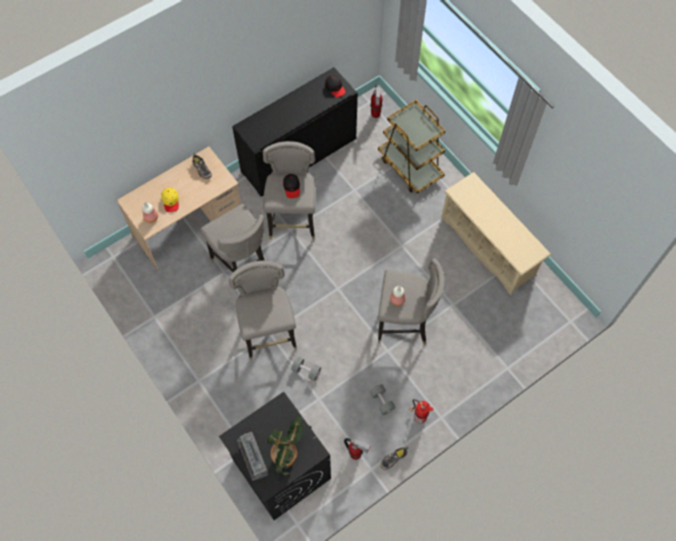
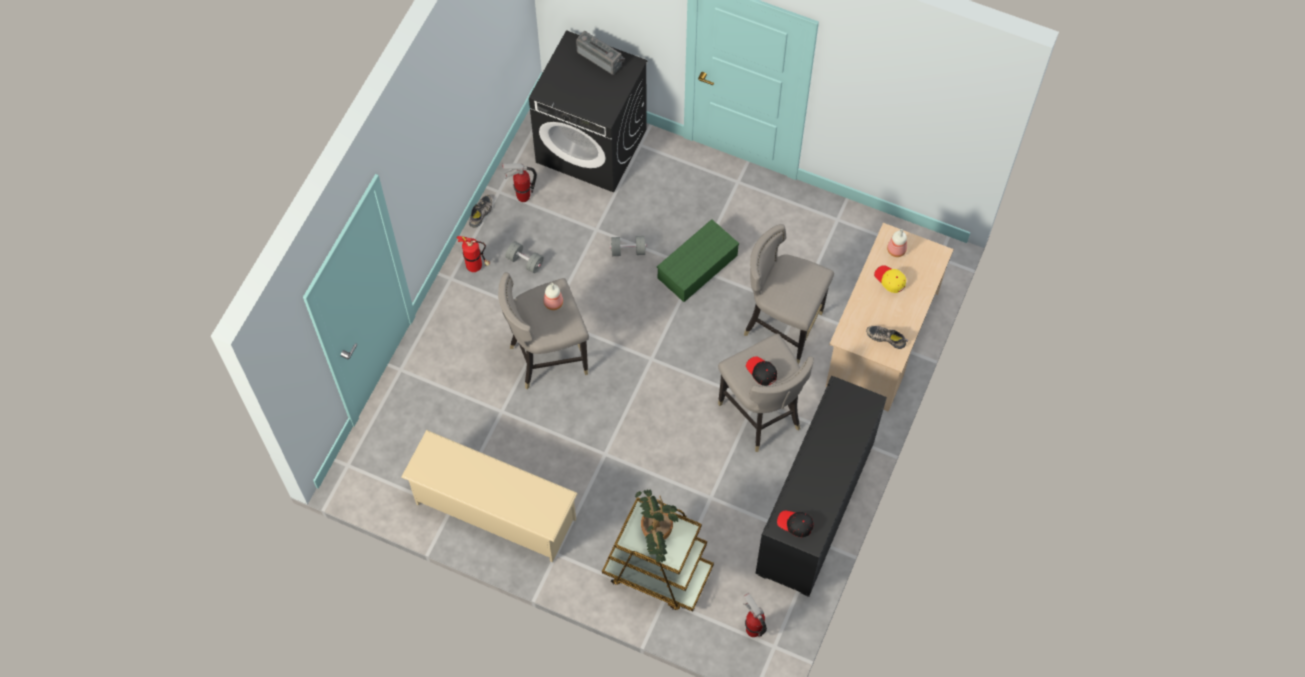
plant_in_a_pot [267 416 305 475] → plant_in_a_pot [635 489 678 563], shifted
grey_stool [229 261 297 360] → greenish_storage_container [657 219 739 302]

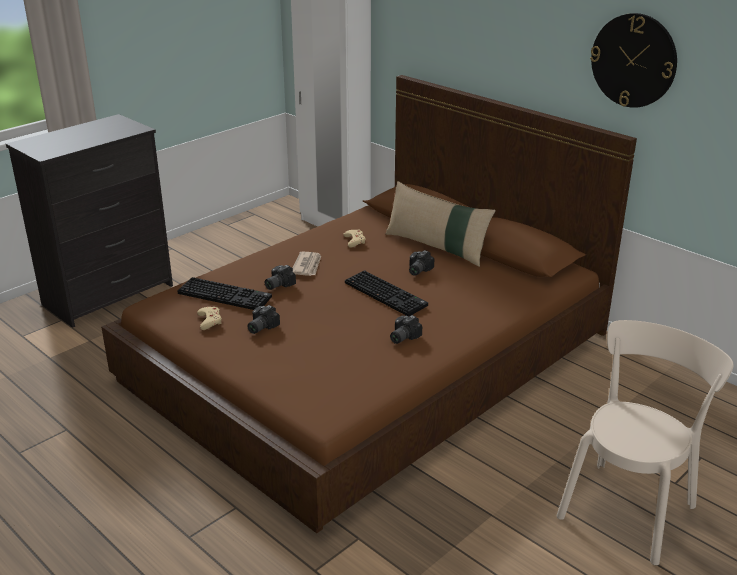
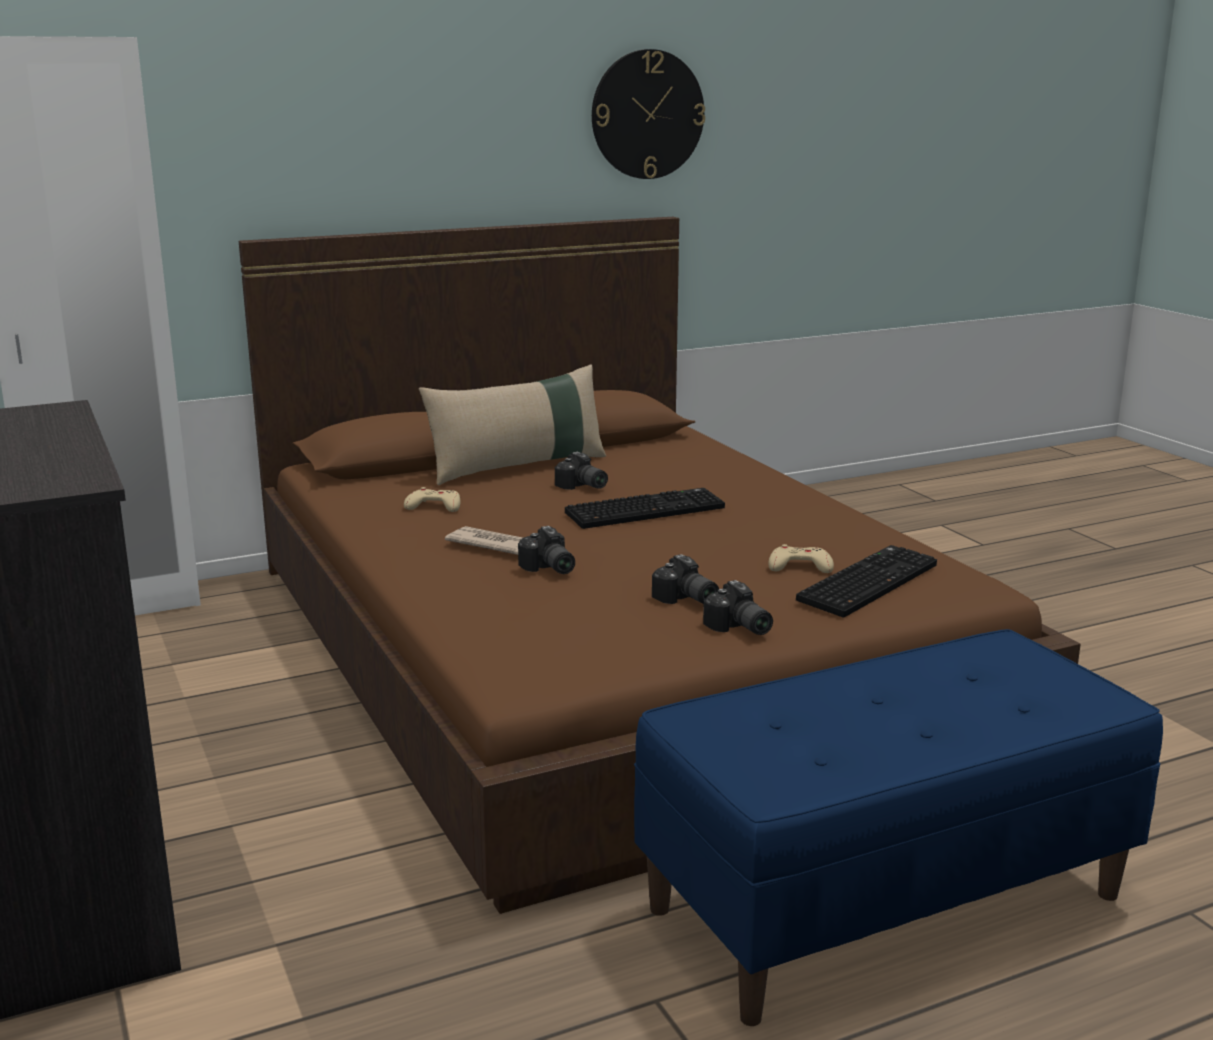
- → blue-coloured_indoor_bench [634 629 1163 1026]
photo_camera [390 315 422 344] → photo_camera [703 580 773 635], shifted
beige-coloured_game_controller [197 307 222 330] → beige-coloured_game_controller [768 544 834 573], shifted
keyboard [177 277 272 310] → keyboard [796 545 937 618], shifted
beige-coloured_upright_chair [557 320 734 565] → -

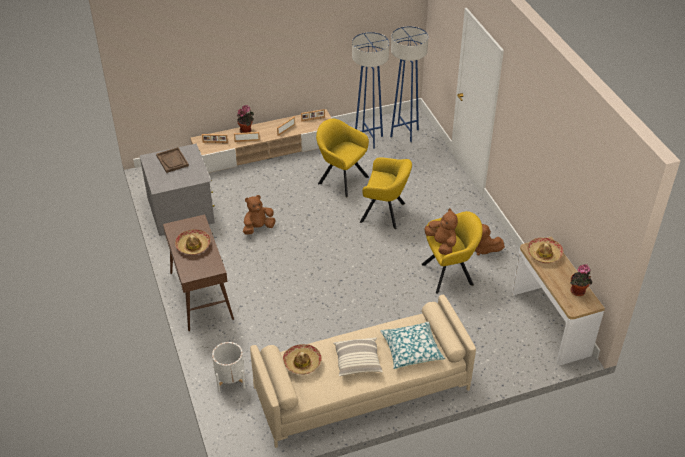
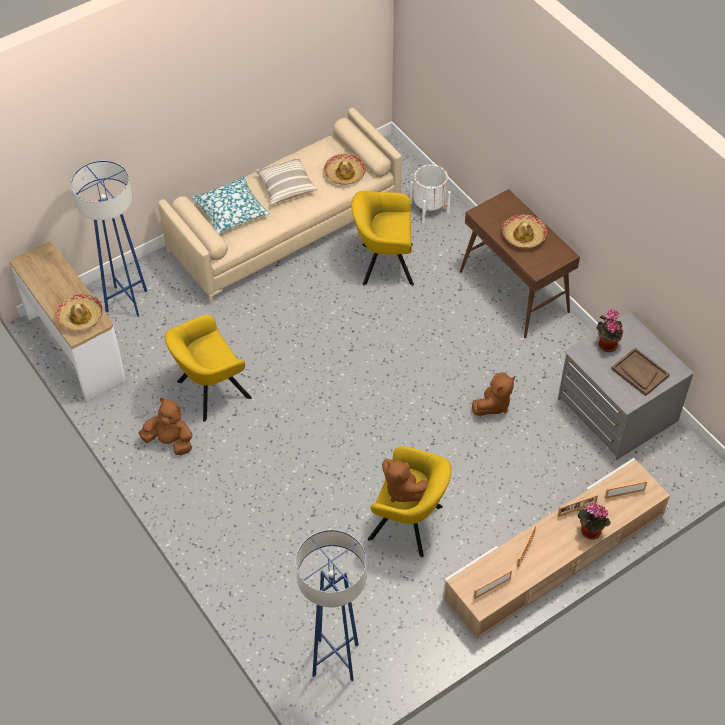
blue-coloured_standing_lamp [352 32 389 149] → blue-coloured_standing_lamp [71 161 147 317], shifted
yellow-coloured_lounge_chair [360 157 412 229] → yellow-coloured_lounge_chair [351 191 414 285], shifted
brown_soft_toy [424 208 458 255] → brown_soft_toy [382 459 428 502], shifted
plant_in_a_pot [570 264 592 296] → plant_in_a_pot [596 309 623 352], shifted

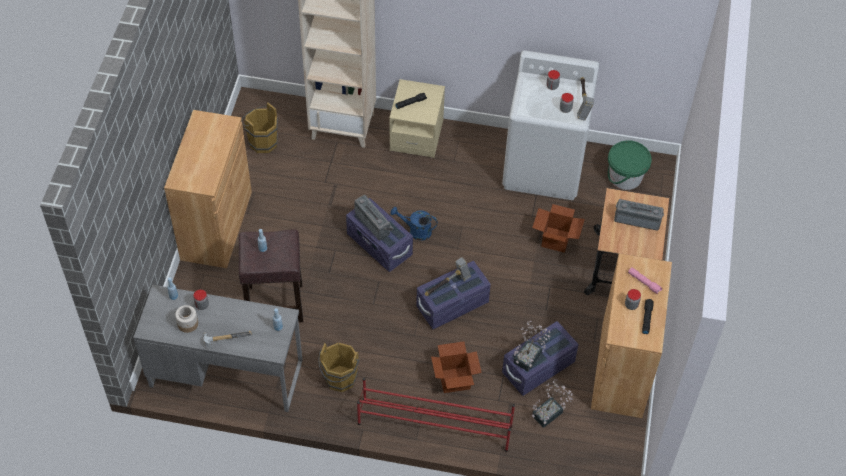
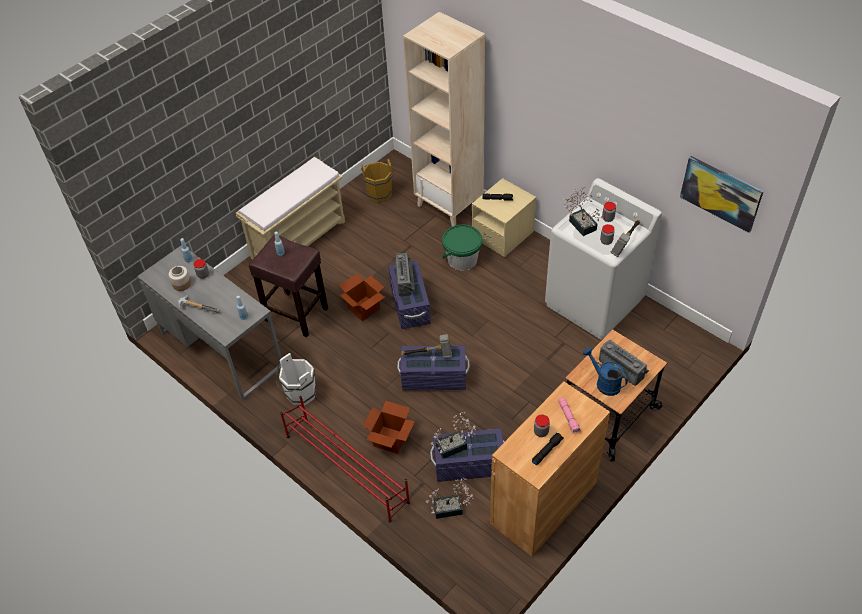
brown_cupboard [164 110 252 268] → beige-coloured_indoor_bench [236 157 345 260]
brown_pail [318 343 359 392] → whitish_pail [276 353 316 405]
carton [532 204 585 253] → carton [339 274 385 321], shifted
greenish_pail [608 140 652 190] → greenish_pail [442 224 482 270], shifted
- → plant_in_a_pot [564 187 603 236]
blue-coloured_sprinkling_can [391 207 438 241] → blue-coloured_sprinkling_can [583 347 628 396], shifted
- → picture [680 156 764 233]

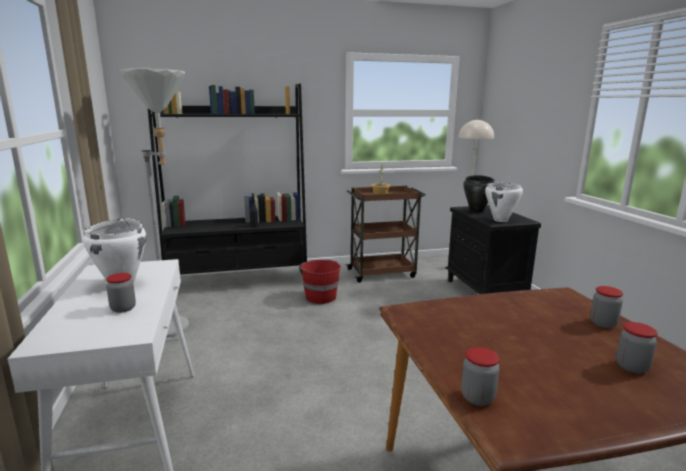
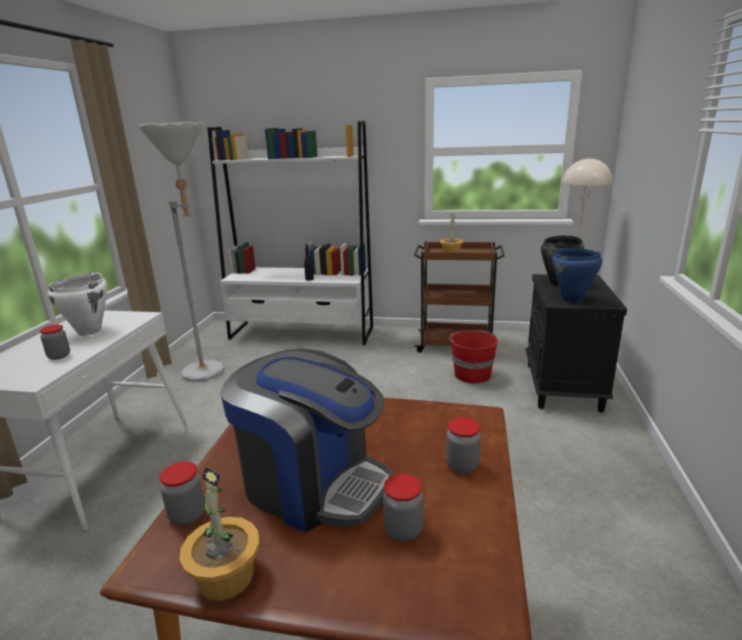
- → plant_in_a_pot [179 467 260 601]
black_bookshelf [148 84 307 276] → whitish_bookshelf [207 121 373 345]
- → coffee_maker [220 349 394 532]
red-coloured_pail [299 259 341 304] → red-coloured_pail [449 330 498 384], shifted
whitish_stockpot [485 183 523 222] → blue-coloured_stockpot [552 248 603 302]

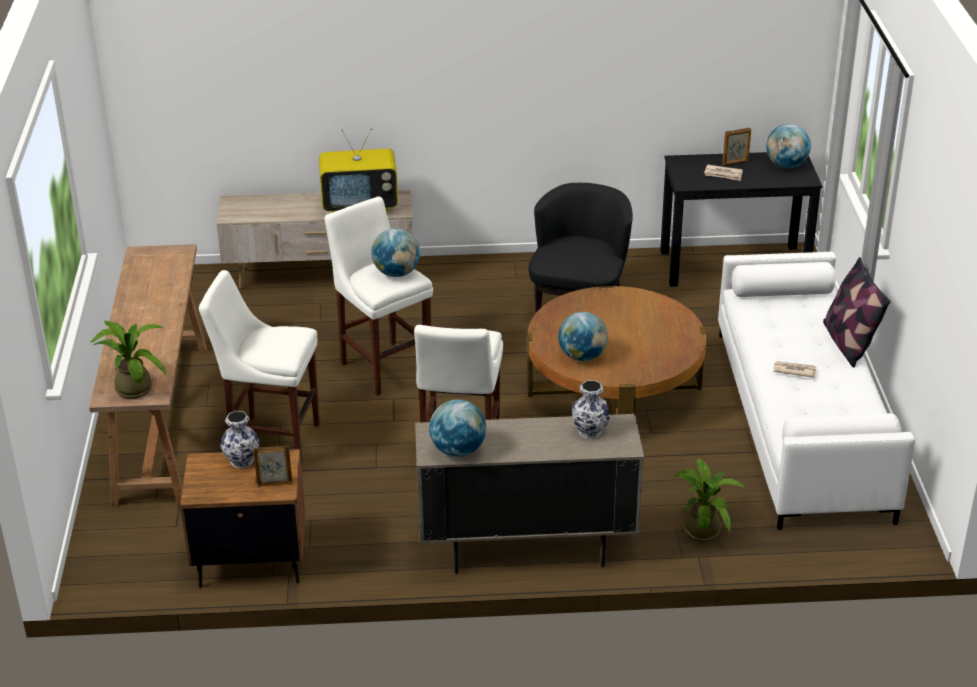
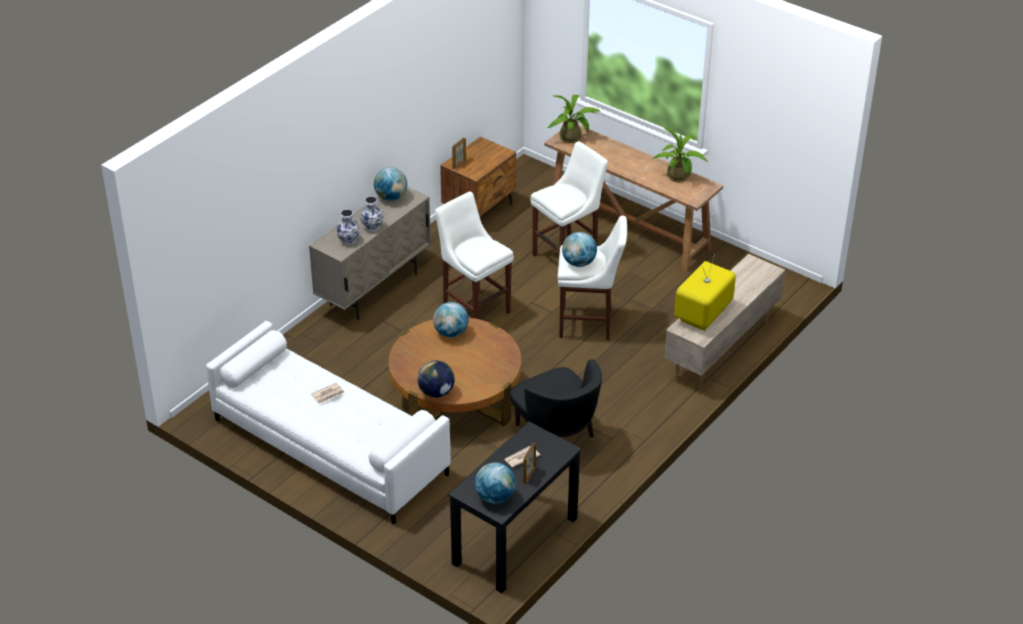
vase [220 411 260 468] → vase [360 196 384 232], shifted
- → world_globe [417 361 455 398]
plant_in_a_pot [673 458 745 542] → plant_in_a_pot [653 128 708 182], shifted
cushion [823 257 891 368] → -

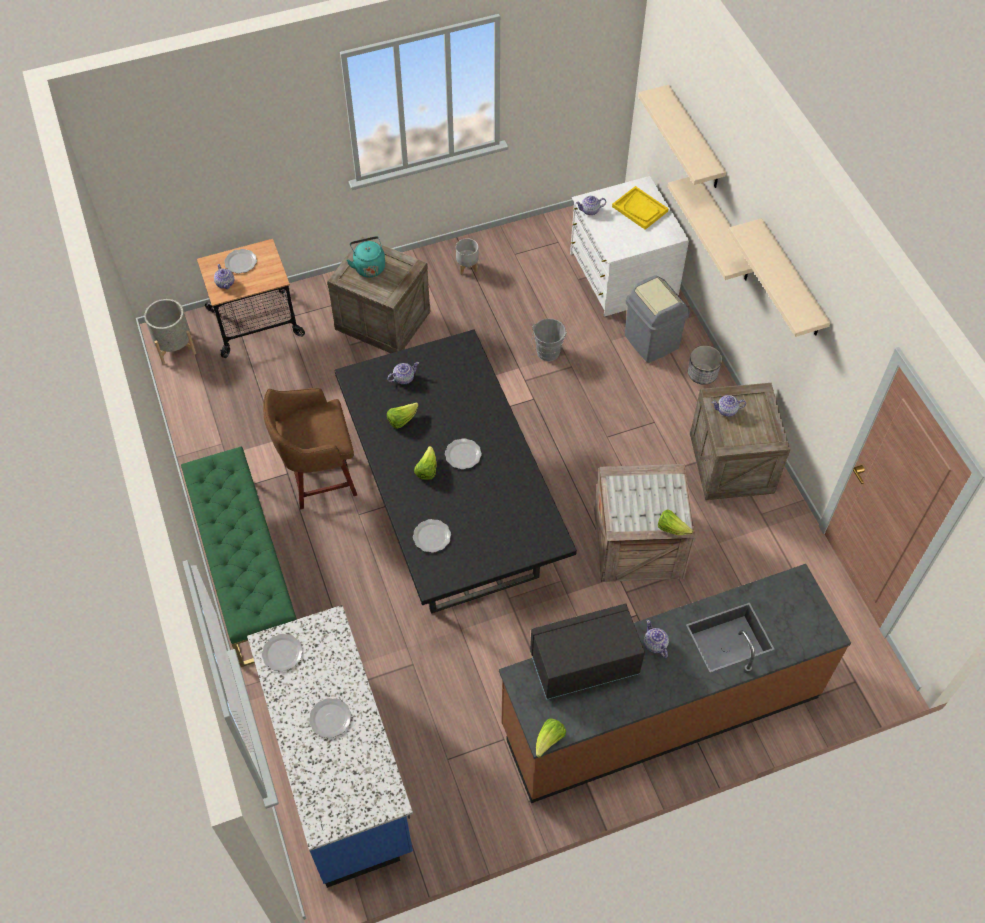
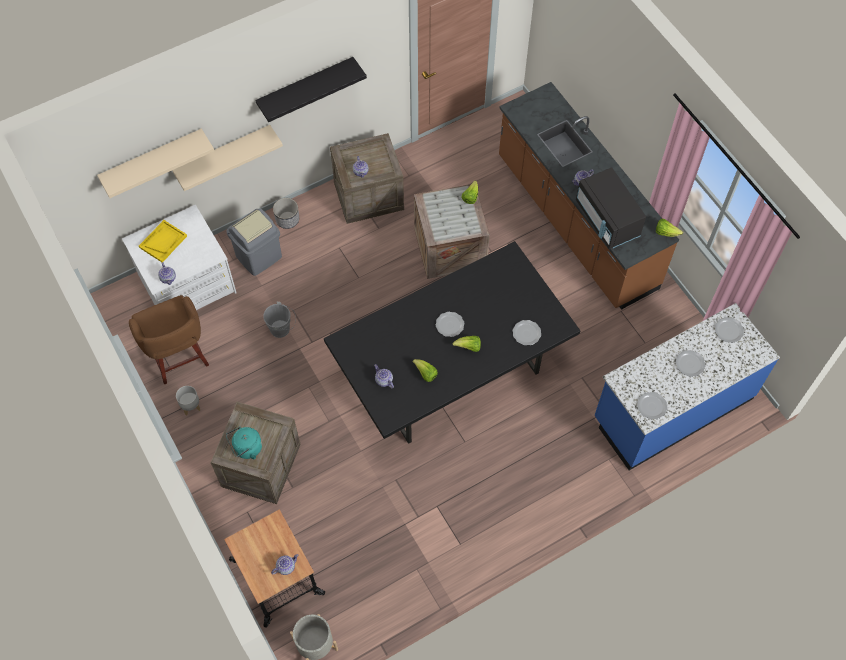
brown_stool [263 388 357 509] → brown_stool [129 295 209 384], shifted
beige-coloured_wall_shelf [728 218 831 337] → black_wall_shelf [255 57 367 122]
plate [224 249 257 274] → plate [715 317 744 343], shifted
greenish_indoor_bench [181 446 297 667] → -

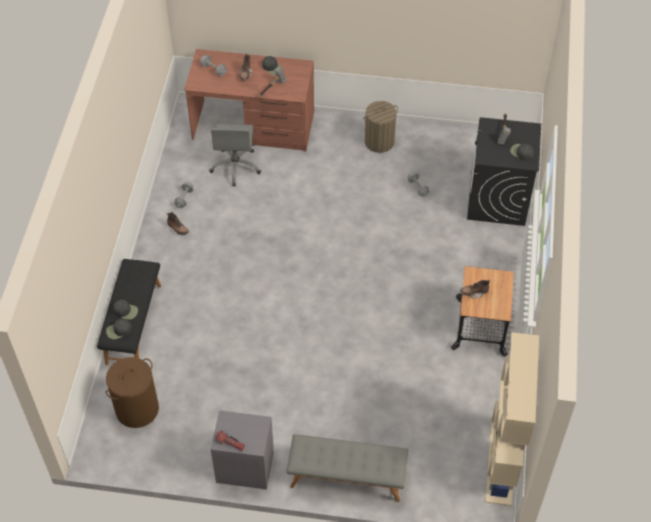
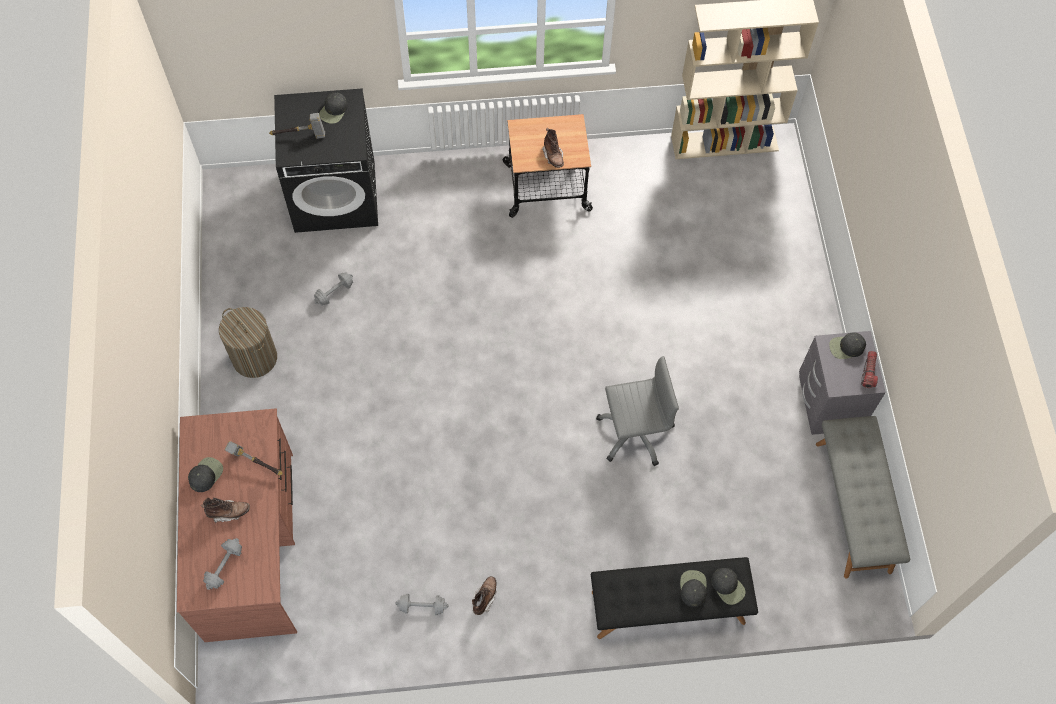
grey_computer_chair [209 124 261 187] → grey_computer_chair [596 356 679 466], shifted
grey_indoor_bench [286 434 408 502] → grey_indoor_bench [816 416 910 579], shifted
- → black_cap [829 332 866 359]
brown_hamper [106 357 159 428] → -

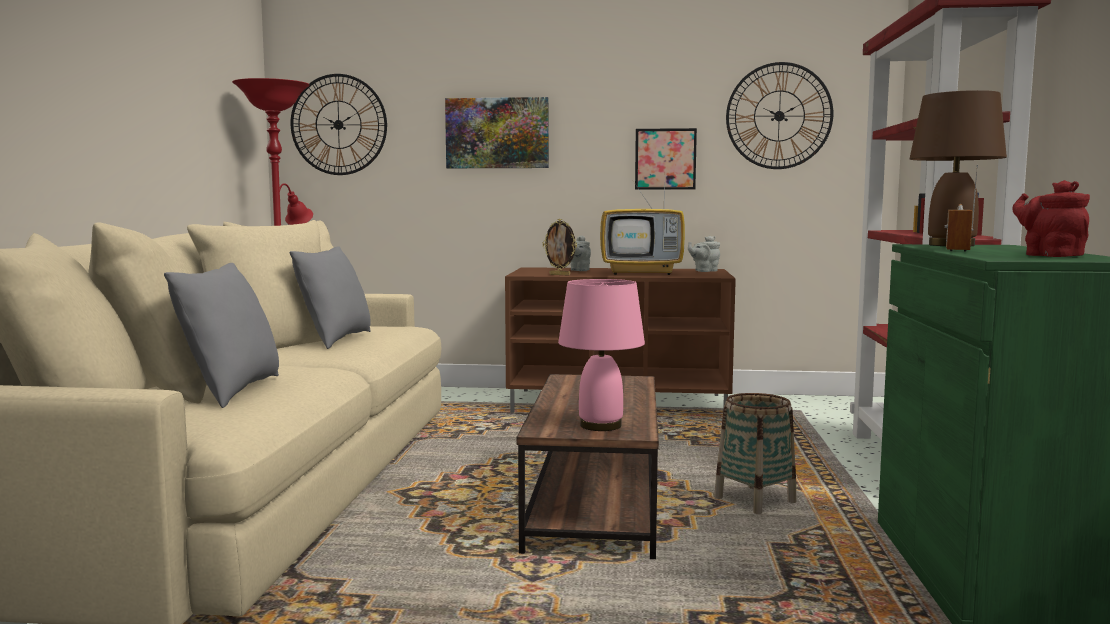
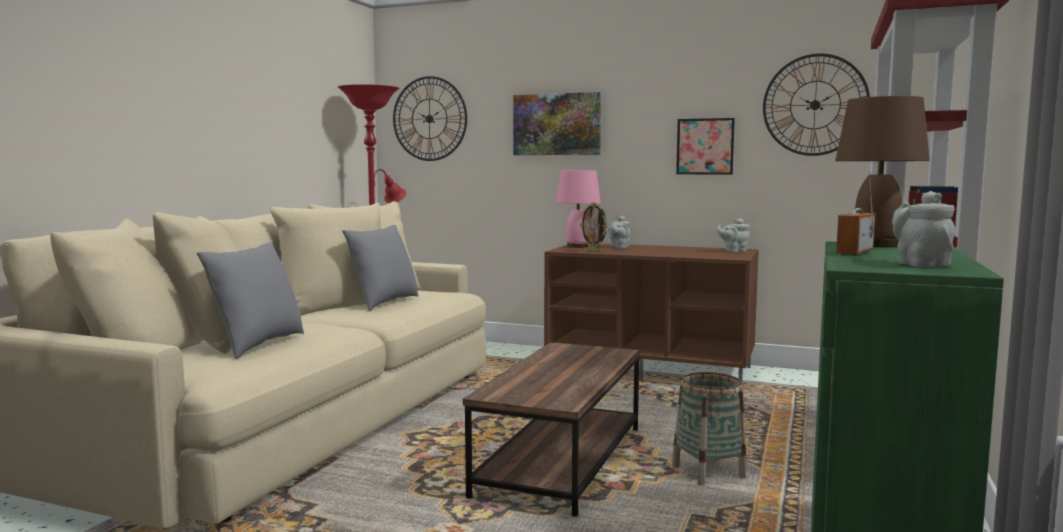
pink_tabletop_lamp [558 279 645 431] → pink_tabletop_lamp [556 171 601 248], shifted
red-coloured_teapot [1012 180 1090 257] → grey_teapot [892 191 955 267]
TV [600 175 685 275] → -

